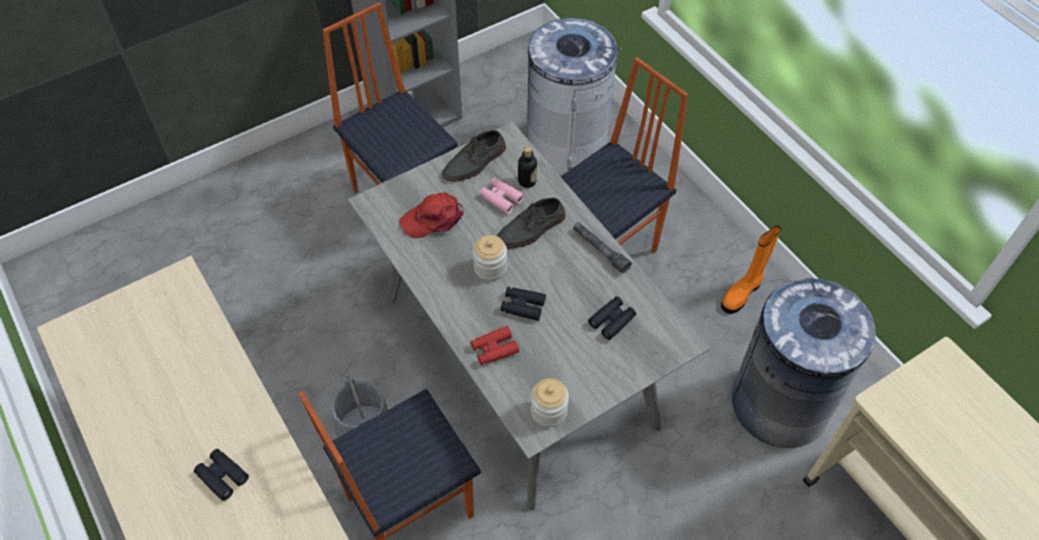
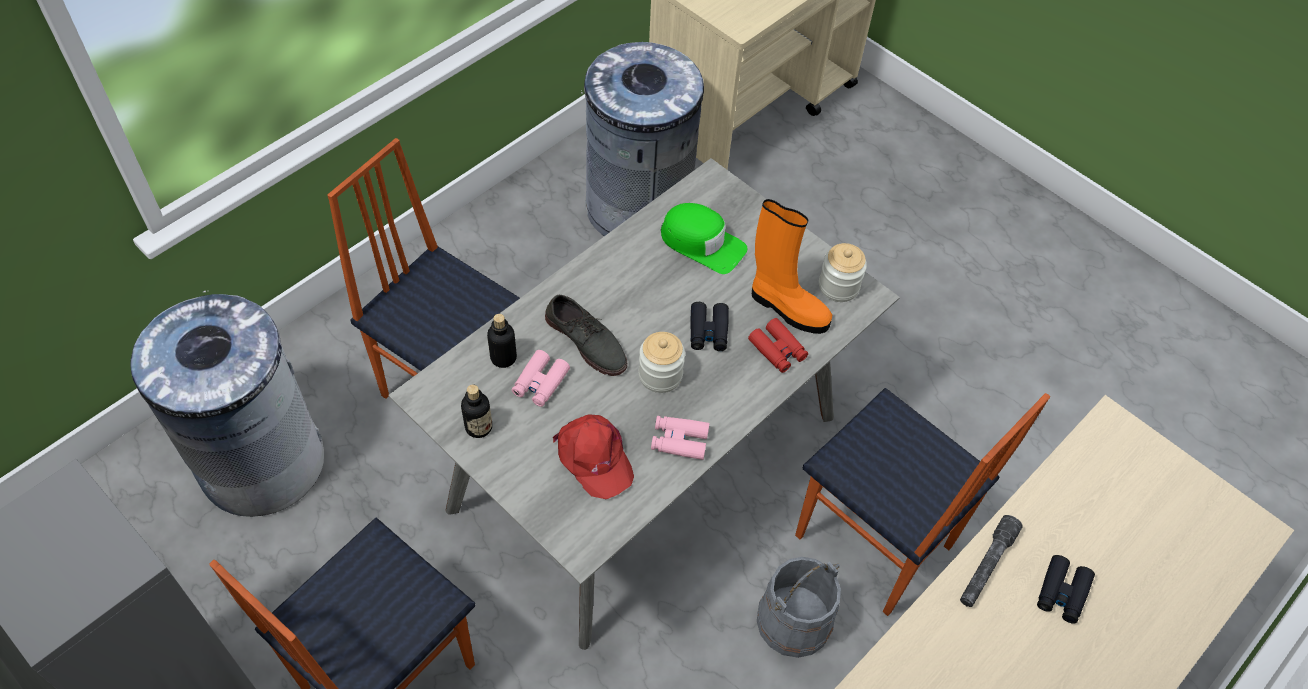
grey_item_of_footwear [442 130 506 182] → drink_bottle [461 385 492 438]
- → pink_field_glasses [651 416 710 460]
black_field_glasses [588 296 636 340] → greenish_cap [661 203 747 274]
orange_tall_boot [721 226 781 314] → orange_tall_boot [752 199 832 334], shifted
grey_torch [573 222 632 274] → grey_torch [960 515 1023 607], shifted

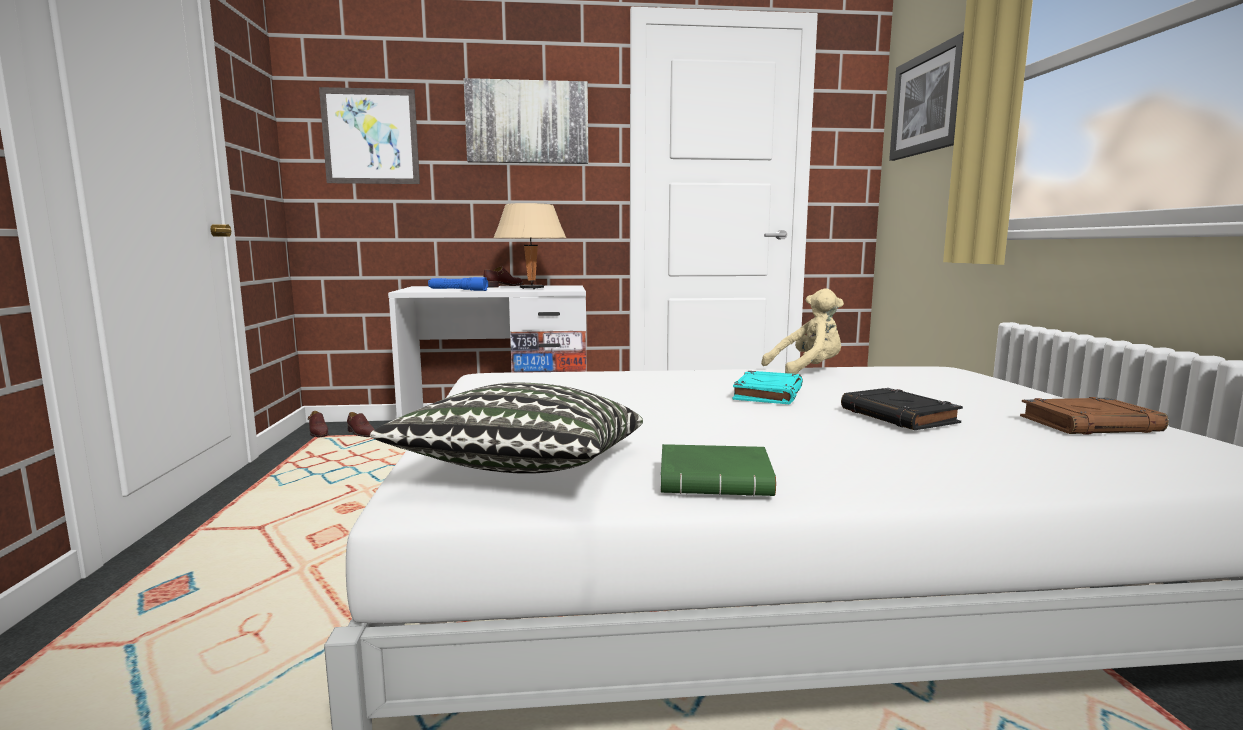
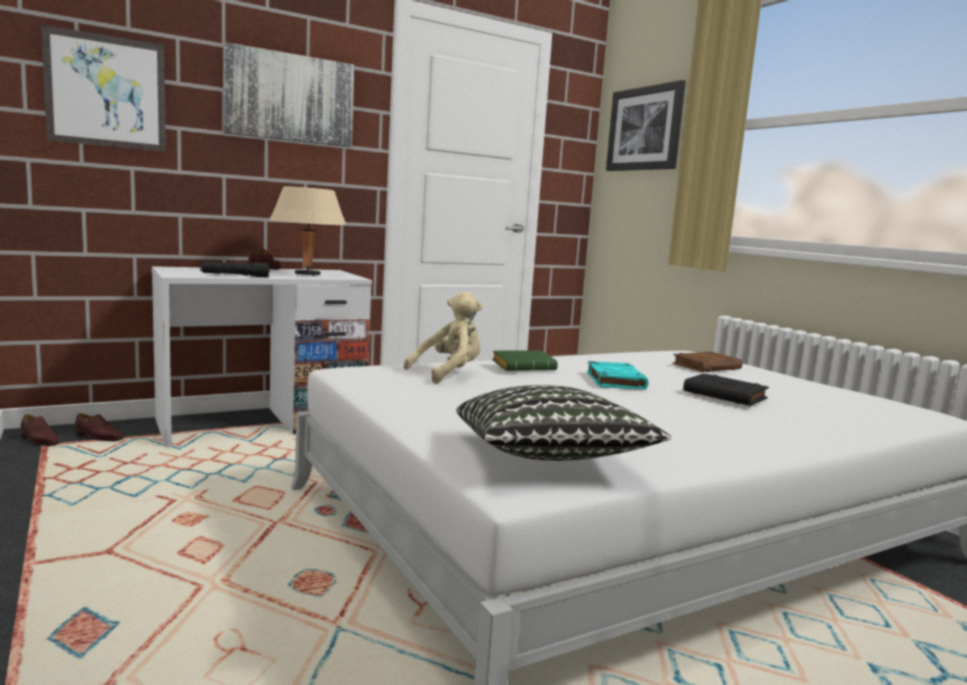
blue-coloured_torch [428 277 488 291] → black_torch [200 261 270 277]
beige-coloured_soft_toy [761 289 844 374] → beige-coloured_soft_toy [403 292 483 384], shifted
greenish_book [661 444 776 496] → greenish_book [492 350 558 371], shifted
brown_book [1020 397 1169 434] → brown_book [672 352 742 372], shifted

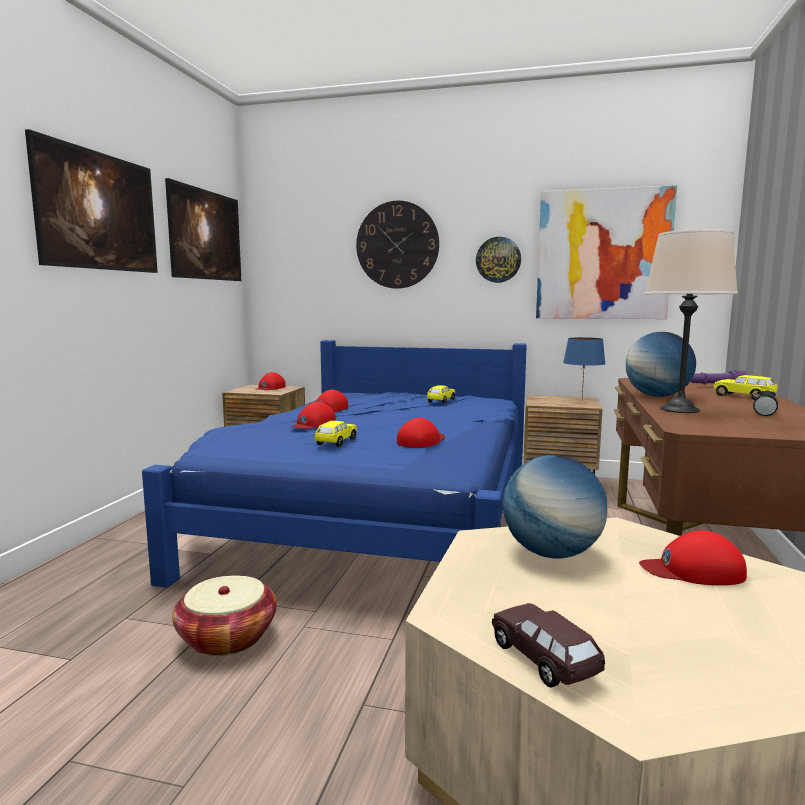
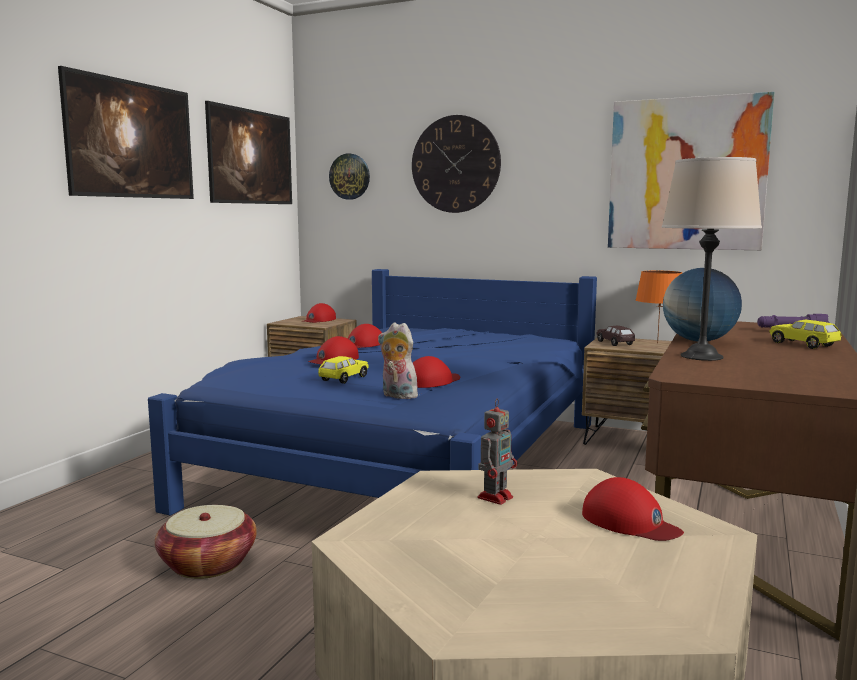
wall_clock [476 237 521 283] → wall_clock [329 153 370 200], shifted
- → soft_toy [378 323 418 399]
world_globe [503 455 607 558] → model_robot [477 399 517 505]
red-coloured_cap [639 531 747 585] → red-coloured_cap [582 477 684 541], 150 degrees counterclockwise
brown_miniature_car [492 603 605 688] → brown_miniature_car [597 326 635 346], shifted
blue-coloured_tabletop_lamp [563 337 605 399] → orange_tabletop_lamp [636 271 682 343]
yellow-coloured_miniature_car [427 385 455 403] → -
black_torch [753 391 778 416] → -

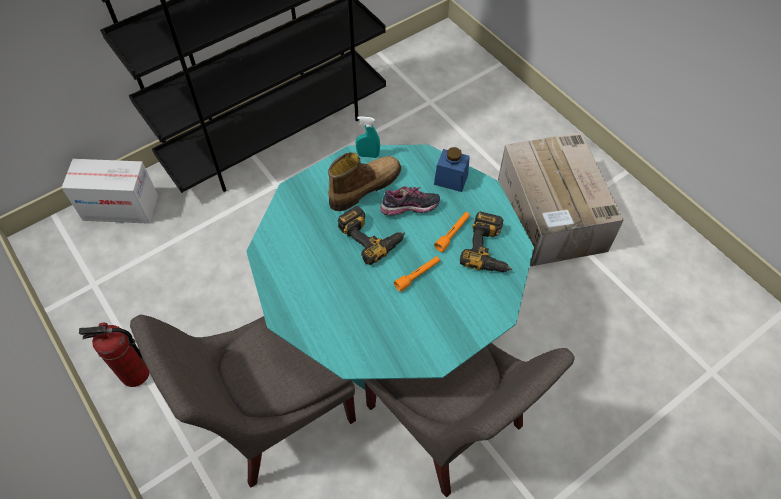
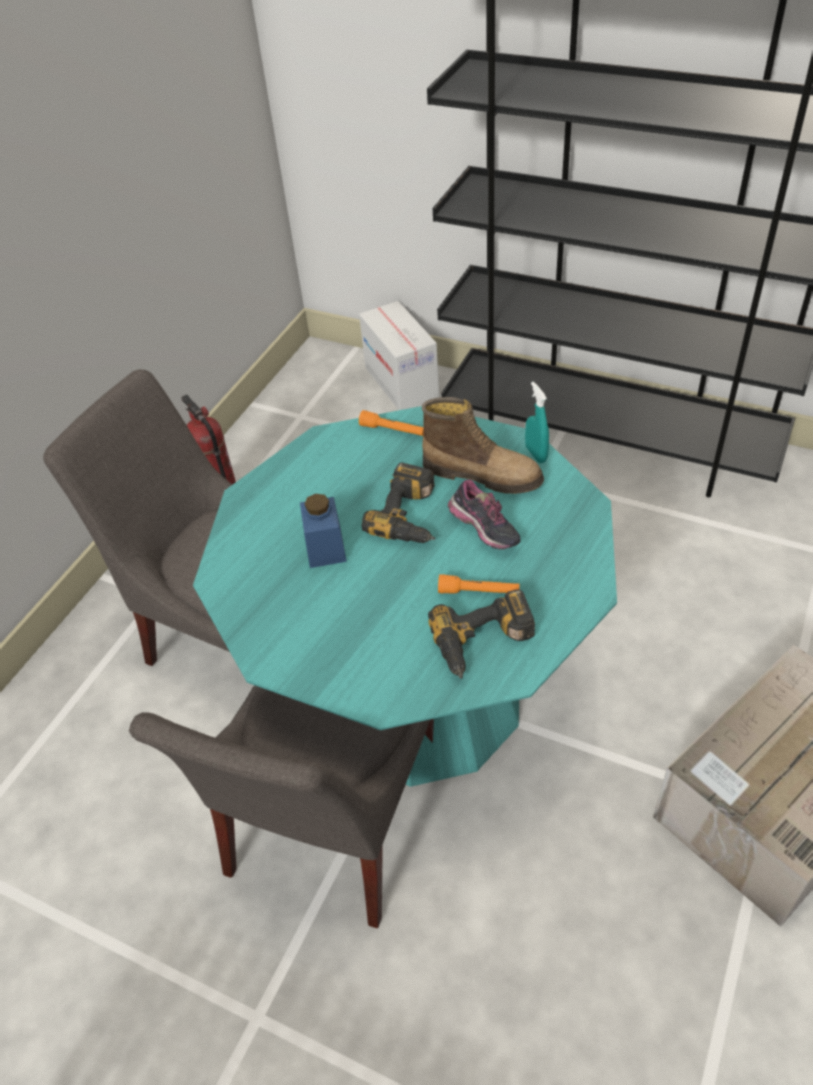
blue-coloured_storage_jar [434 147 470 192] → blue-coloured_storage_jar [300 494 347 568], shifted
orange_torch [394 256 440 292] → orange_torch [359 410 424 436], shifted

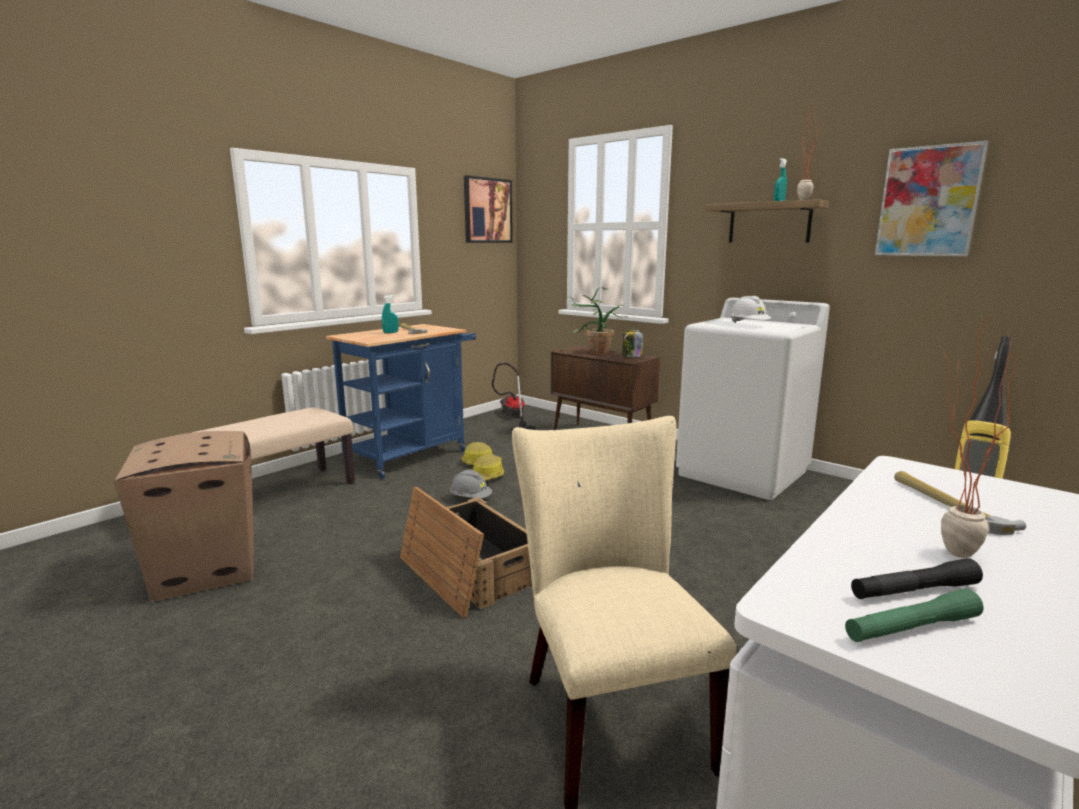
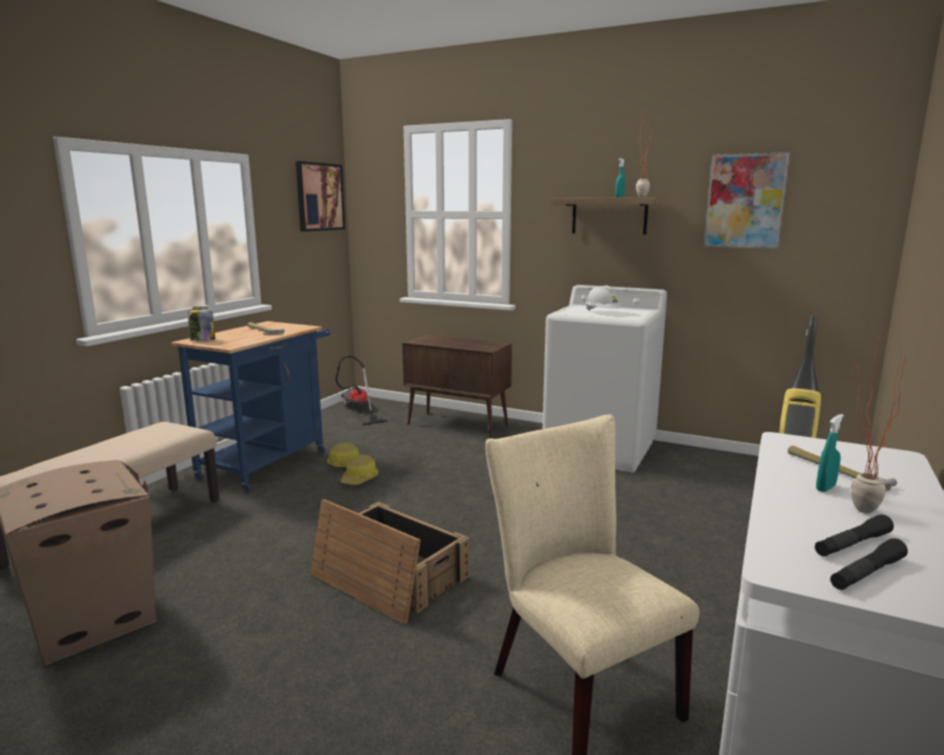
storage_jar [622 329 643 357] → storage_jar [188 306 215 341], shifted
turquoise_spray_bottle [382 295 399 333] → turquoise_spray_bottle [816 414 844 492], shifted
greenish_torch [845 588 983 642] → black_torch [830 538 908 590]
grey_safety_helmet [450 470 492 498] → -
plant_in_a_pot [567 287 627 354] → -

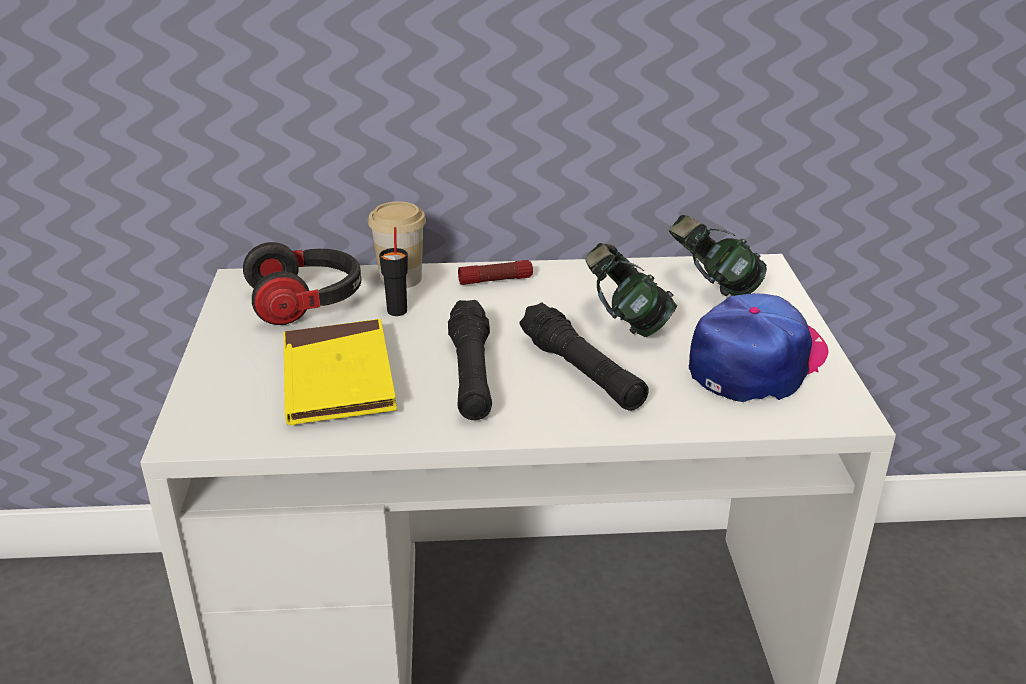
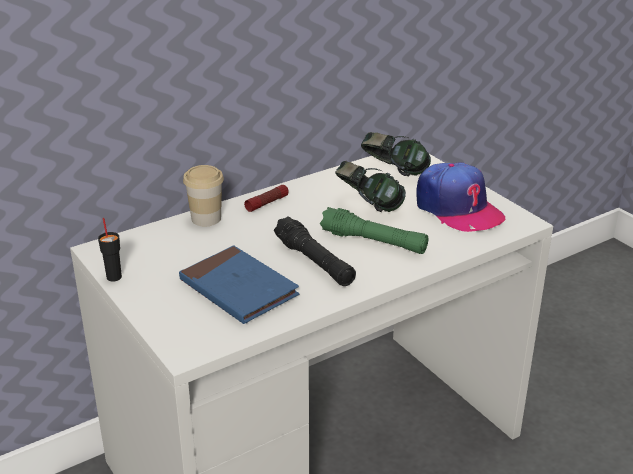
black_small_cup [379 227 408 316] → black_small_cup [98 218 122 282], shifted
yellow-coloured_book [284 319 397 425] → blue-coloured_book [179 246 299 324]
black_torch [520 302 649 411] → greenish_torch [320 207 428 254]
cap [689 293 829 402] → cap [416 162 506 232], 135 degrees clockwise
headphones [243 242 361 325] → -

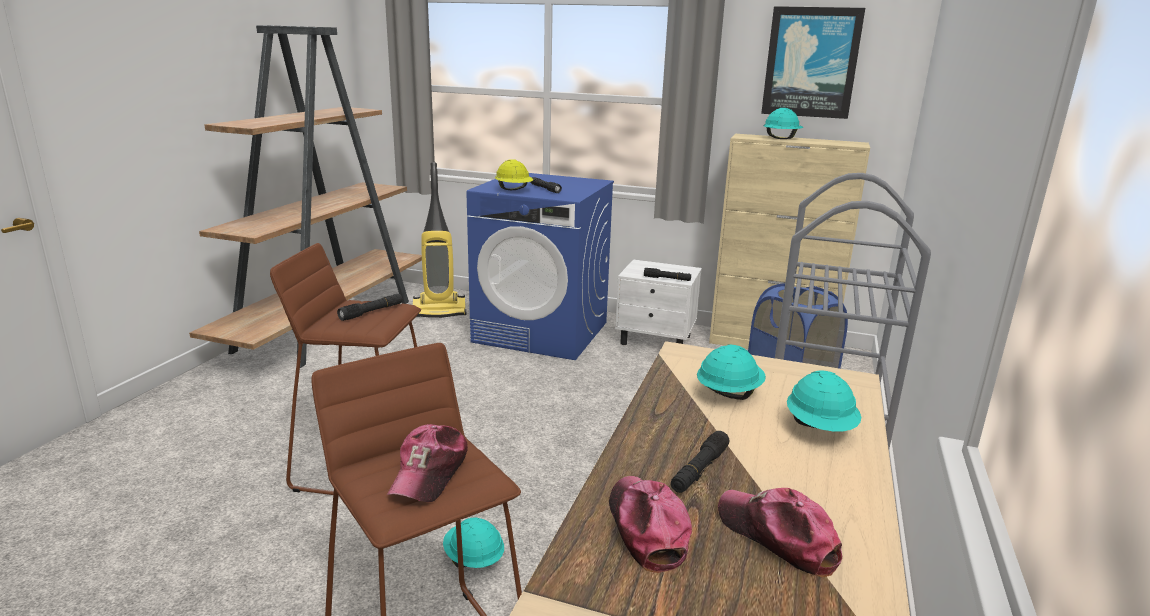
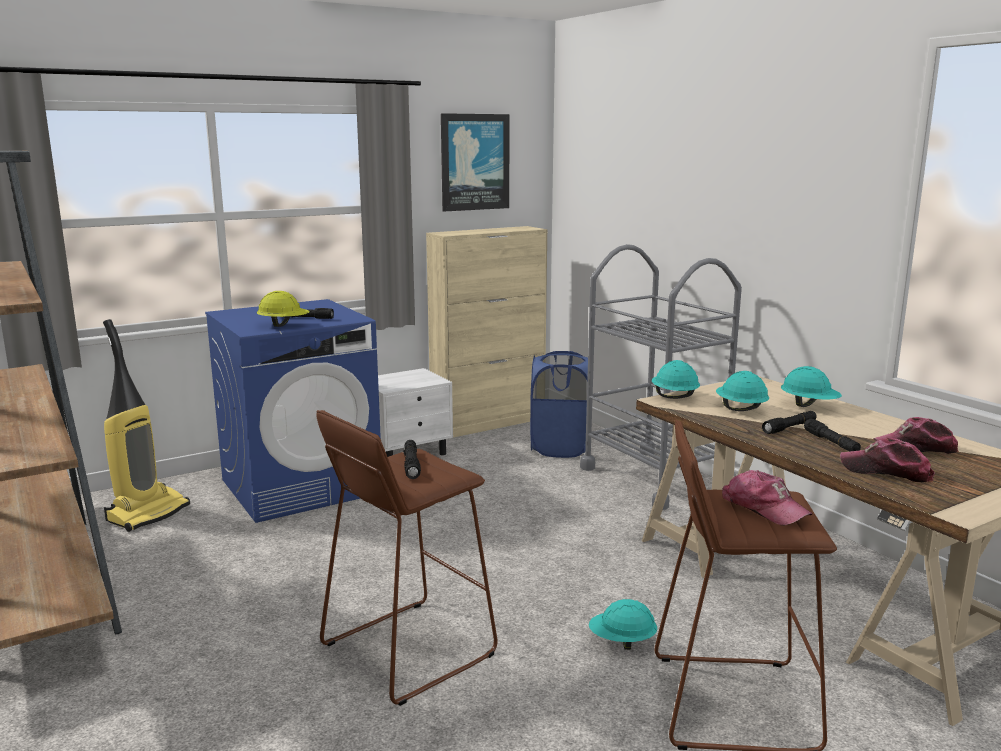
turquoise_safety_helmet [764 108 804 139] → turquoise_safety_helmet [652 360 700 399], shifted
black_torch [644 268 691 281] → black_torch [762 411 817 434], shifted

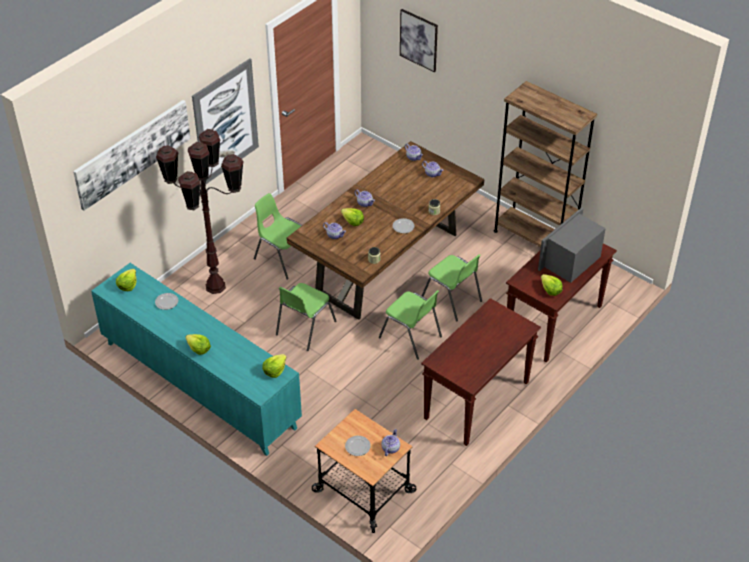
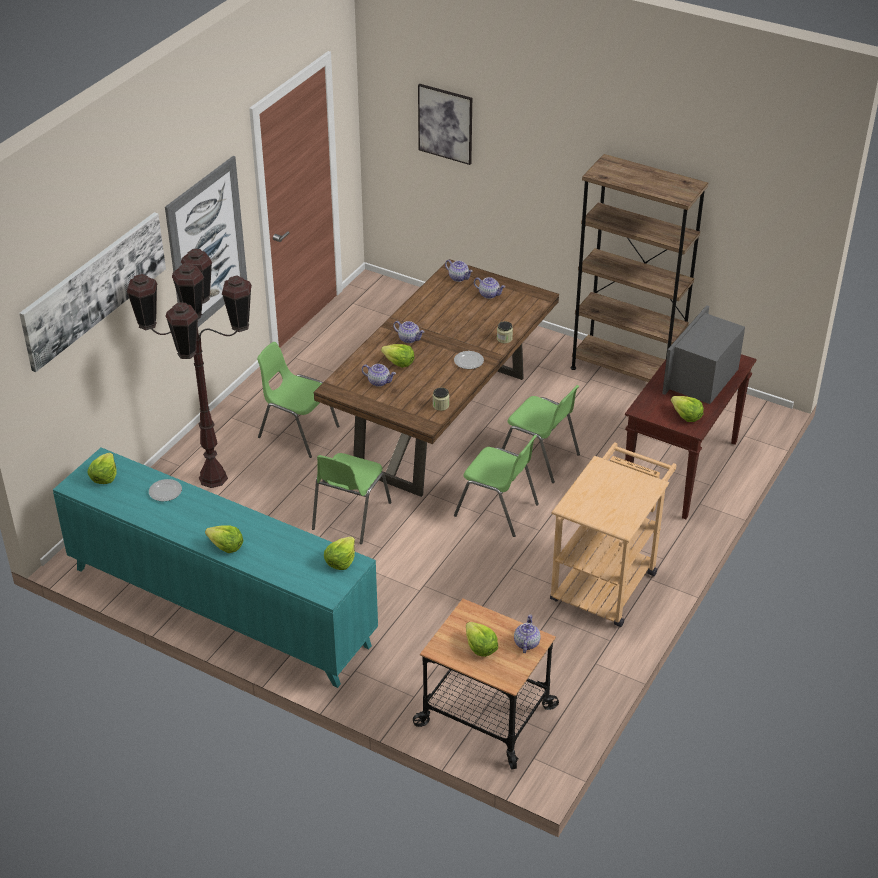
plate [345 436 371 456] → lettuce [466 622 498 657]
brown_hall_table [421 298 541 446] → beige-coloured_cart [550 442 677 627]

